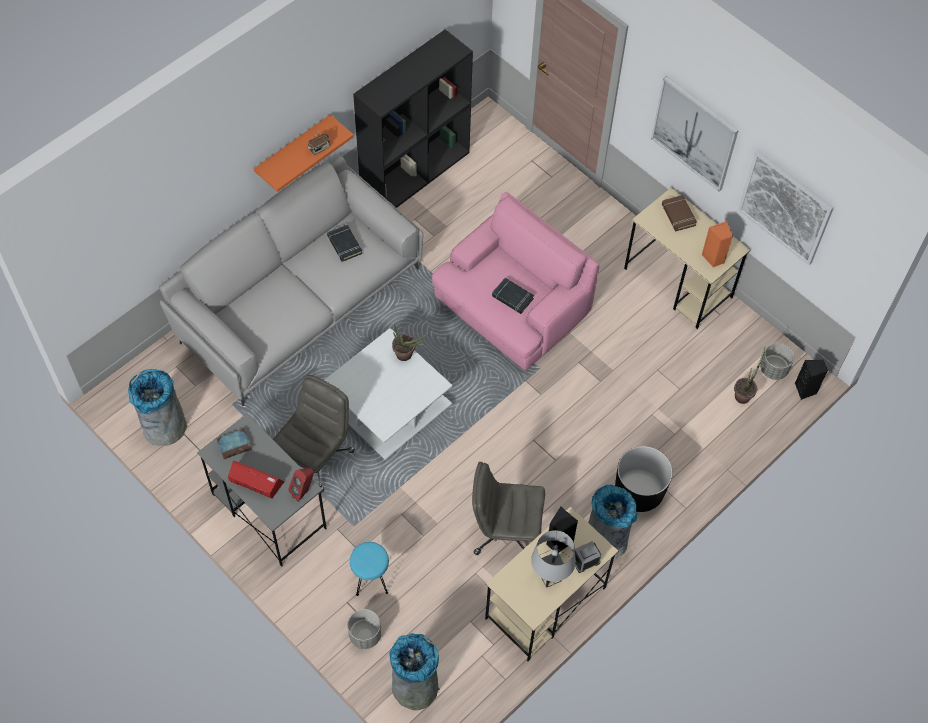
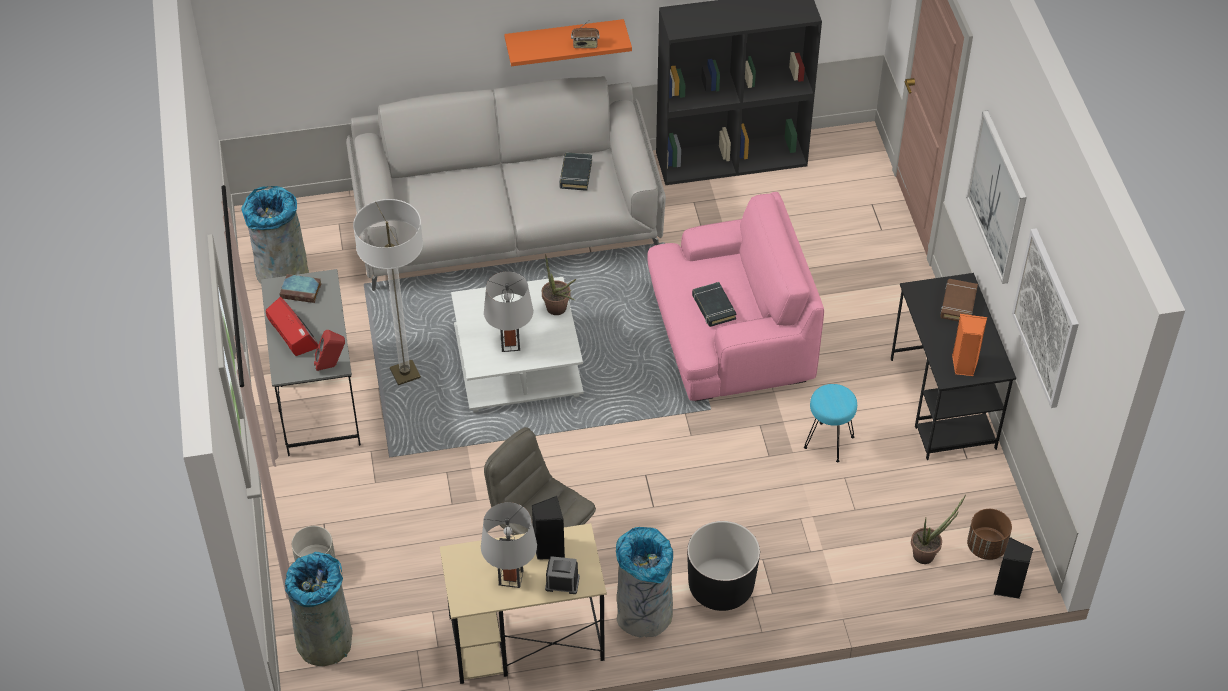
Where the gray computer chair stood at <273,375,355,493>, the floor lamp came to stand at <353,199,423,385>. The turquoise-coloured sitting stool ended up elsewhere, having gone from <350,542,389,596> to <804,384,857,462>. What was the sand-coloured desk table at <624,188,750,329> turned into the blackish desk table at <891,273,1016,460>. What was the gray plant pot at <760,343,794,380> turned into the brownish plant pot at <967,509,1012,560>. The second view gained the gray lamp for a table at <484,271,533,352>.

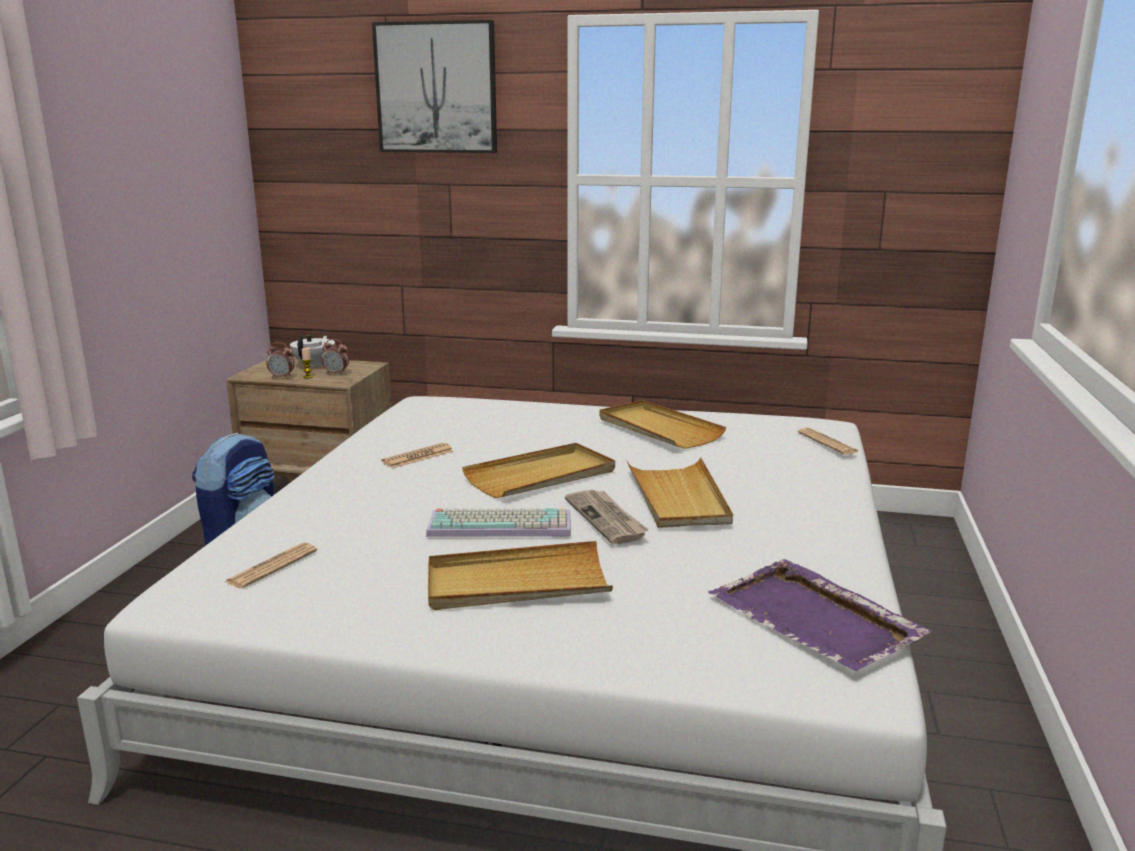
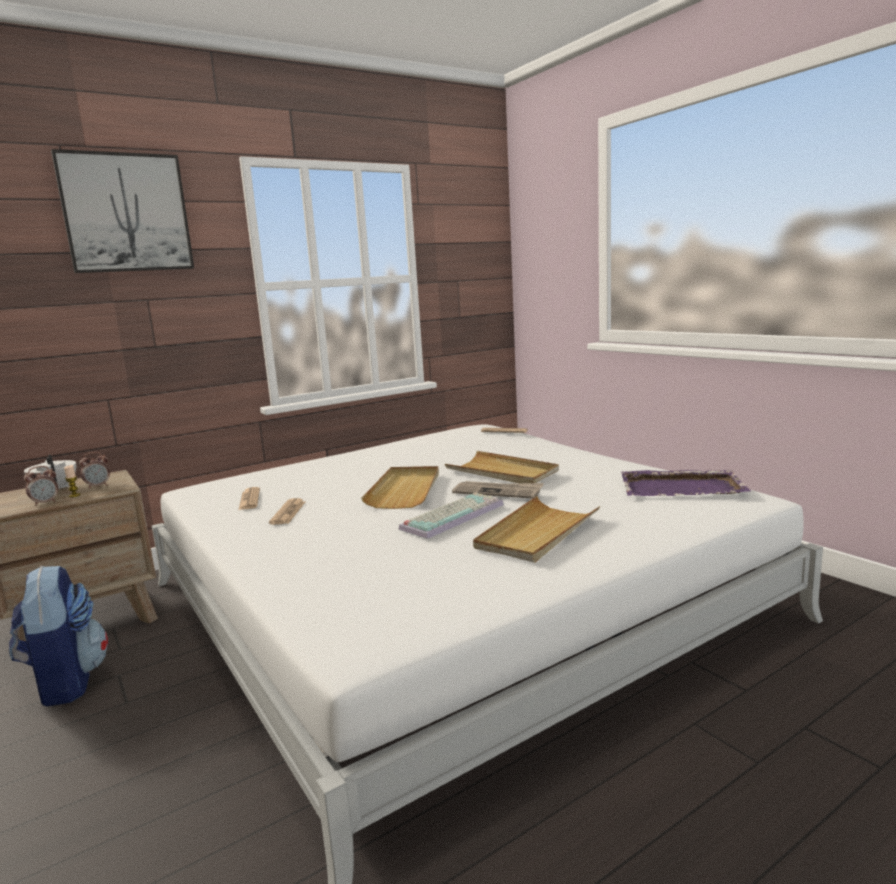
The daily paper ended up elsewhere, having gone from <225,543,317,589> to <238,487,260,510>. The second view lost the sand-coloured tray at <599,400,726,449>.

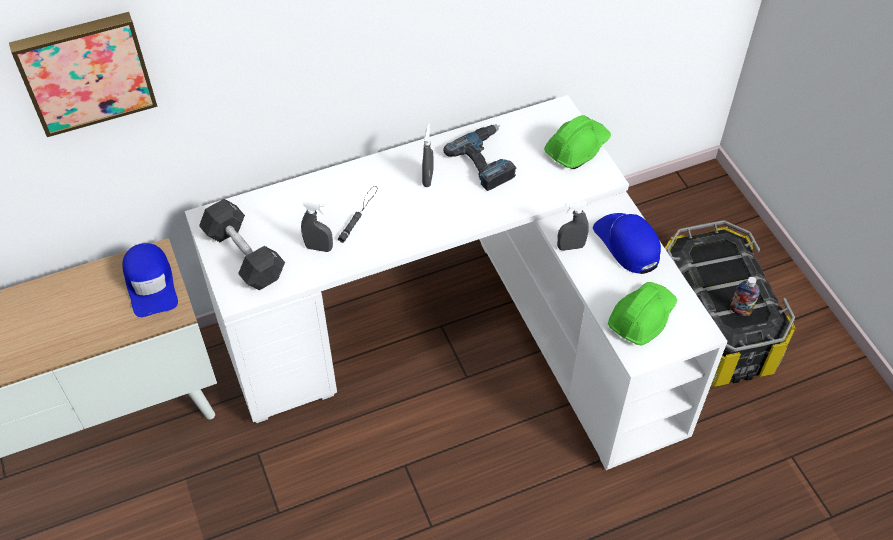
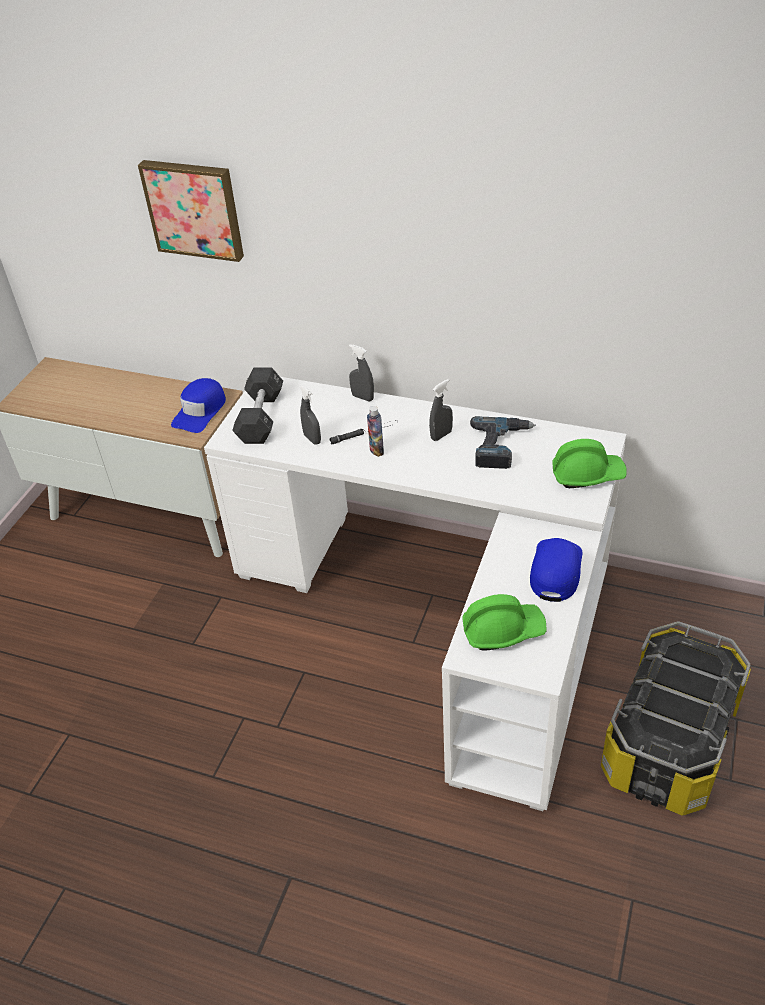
The gray sprayer ended up elsewhere, having gone from <557,201,589,251> to <349,344,374,401>. The bottle ended up elsewhere, having gone from <731,277,759,316> to <367,406,384,457>.

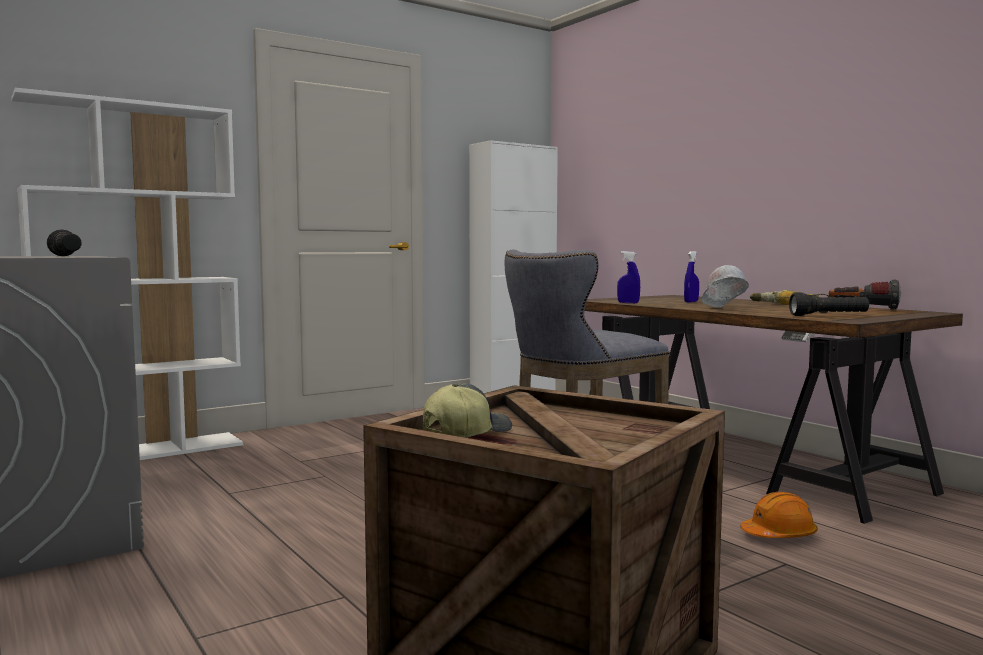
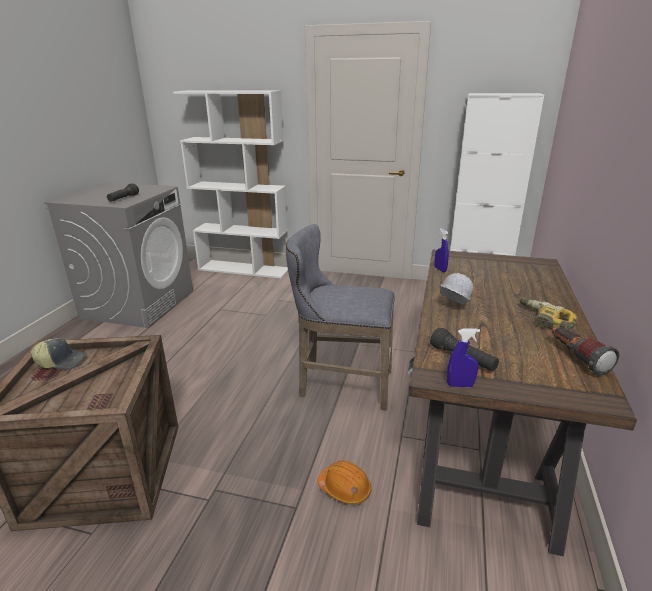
The blue sprayer ended up elsewhere, having gone from <684,251,699,302> to <447,328,480,387>.

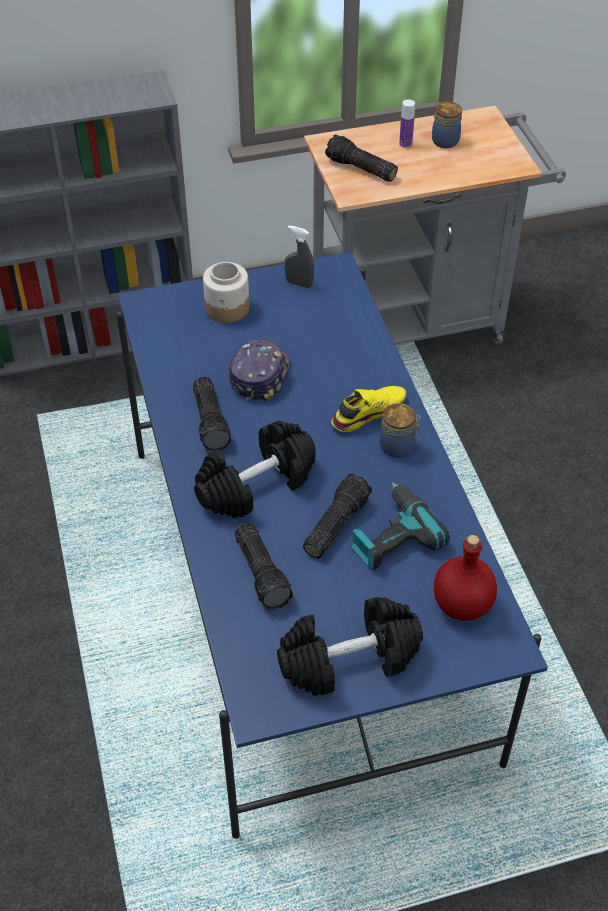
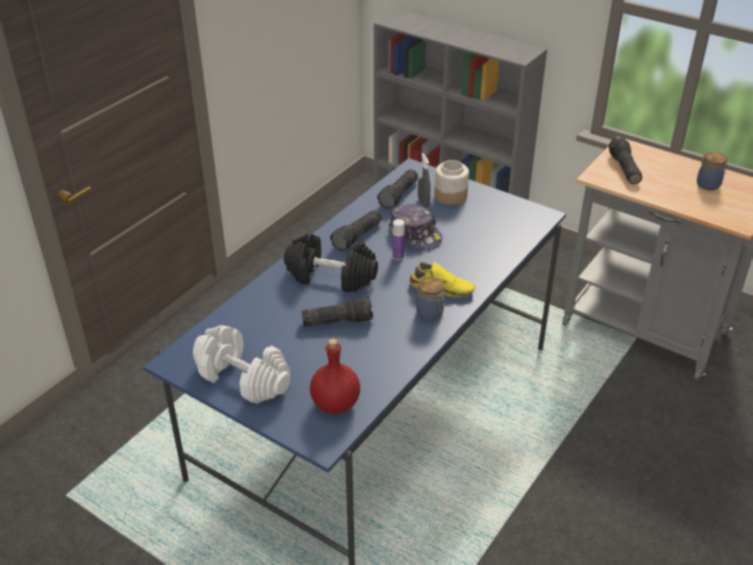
The cap at <228,339,290,402> ended up facing another way, 75 degrees clockwise from before. The hand torch ended up elsewhere, having gone from <235,523,293,610> to <377,169,418,209>. What was the blackish hand weight at <277,597,423,696> turned into the white hand weight at <193,325,290,404>. The gray sprayer ended up elsewhere, having gone from <285,225,314,288> to <418,153,431,208>. The second view lost the power drill at <351,483,450,571>. The bottle ended up elsewhere, having gone from <399,99,415,148> to <392,219,405,261>.

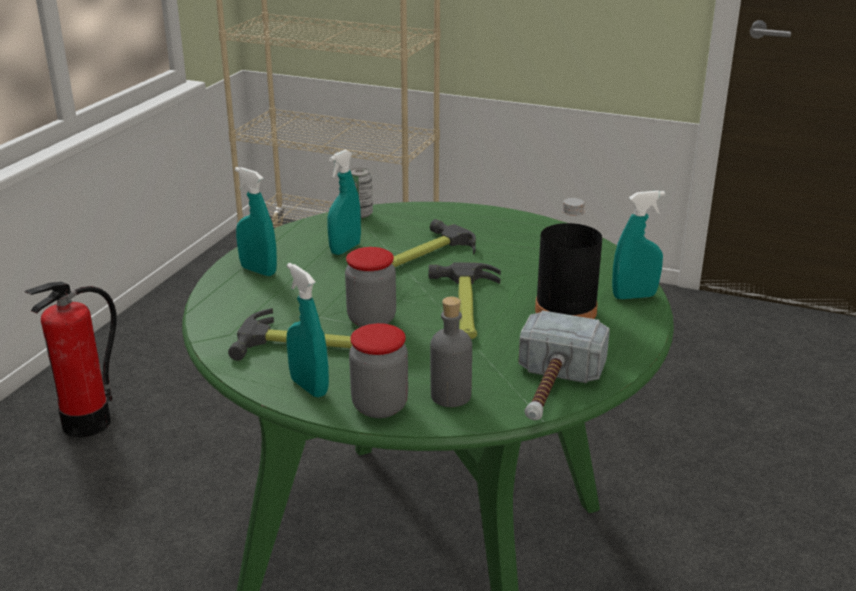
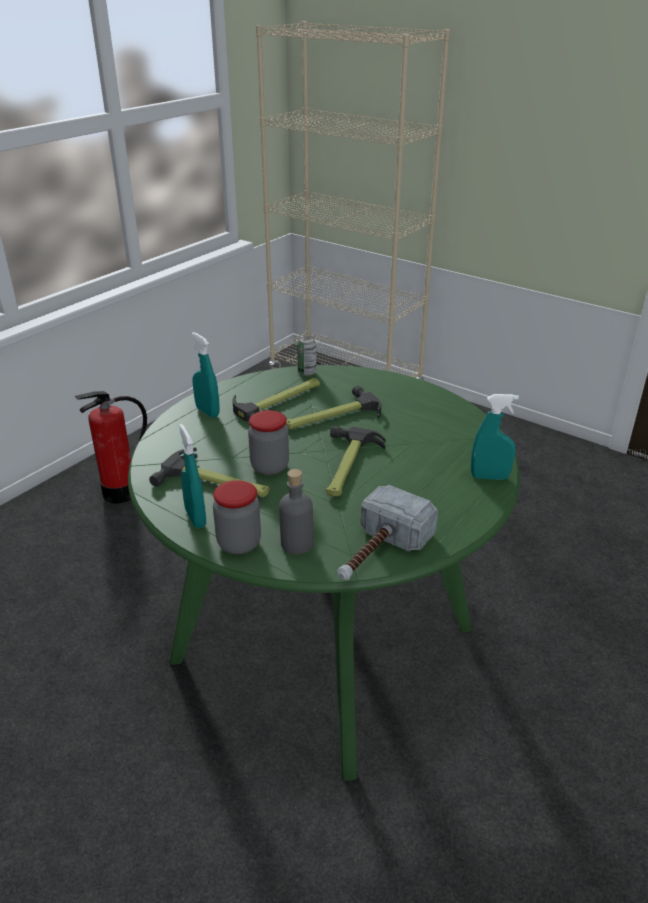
Where the turquoise-coloured sprayer stood at <327,150,361,255>, the tool hammer came to stand at <232,378,320,422>. The second view lost the blackish bottle at <535,198,602,319>.

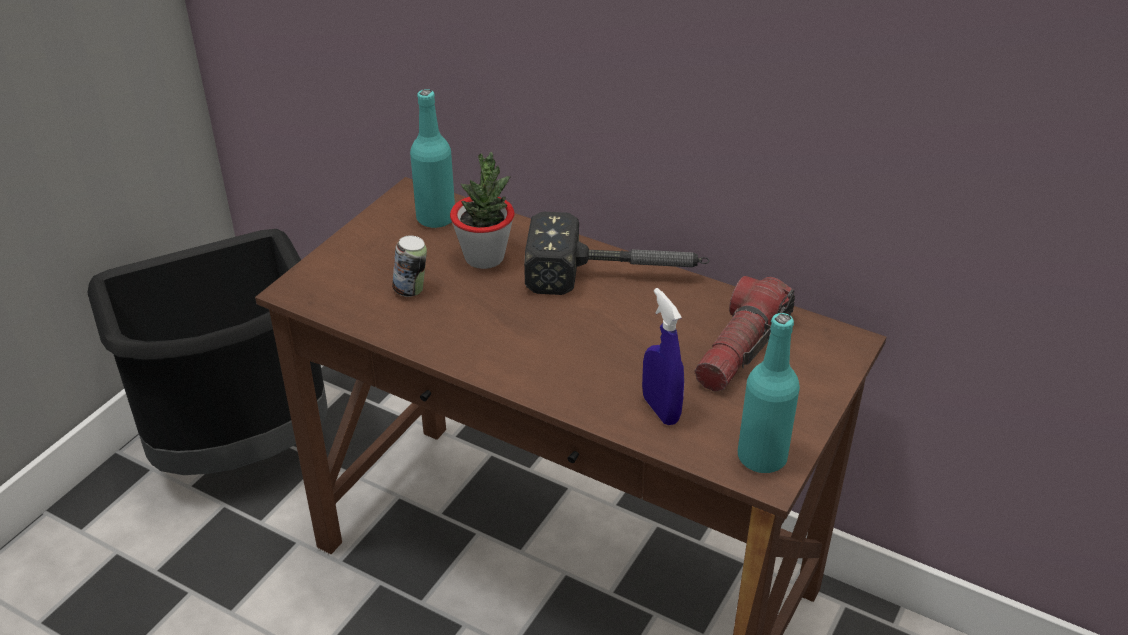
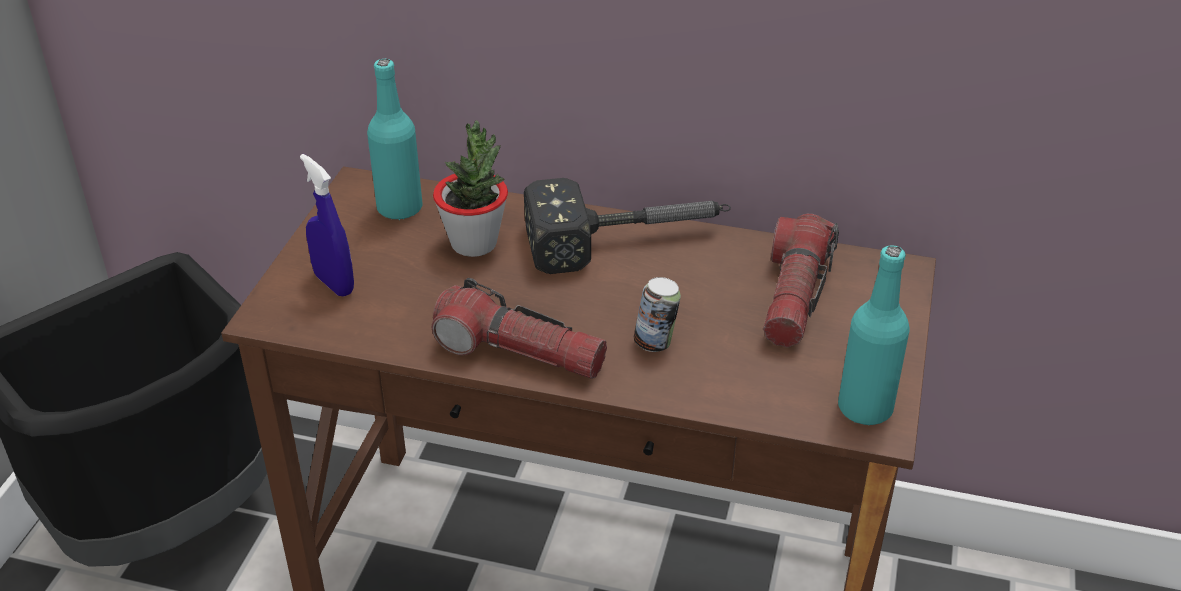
The sealed can ended up elsewhere, having gone from <392,235,427,297> to <634,277,681,352>. The blue sprayer ended up elsewhere, having gone from <642,288,684,425> to <300,154,354,297>. The second view gained the hand torch at <432,278,607,379>.

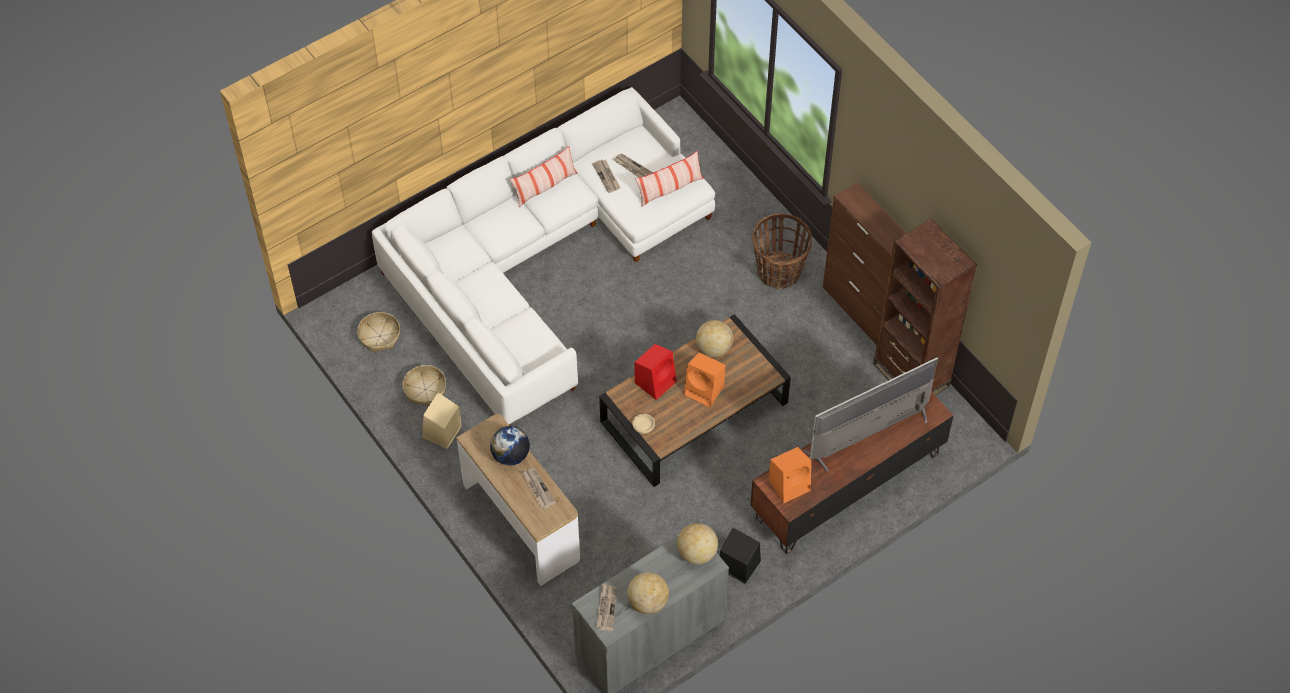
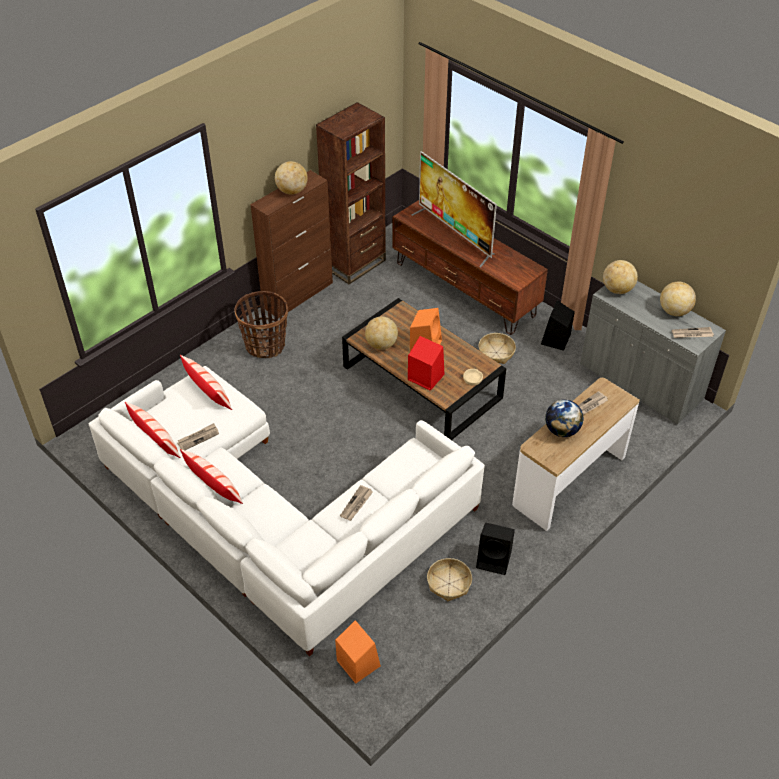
The household basket ended up elsewhere, having gone from <357,312,400,352> to <479,333,516,364>. What was the sand-coloured speaker at <422,392,462,449> turned into the blackish speaker at <476,523,515,575>. The daily paper ended up elsewhere, having gone from <613,154,653,178> to <340,485,373,521>. The orangey speaker ended up elsewhere, having gone from <769,447,811,503> to <335,620,381,684>. The second view gained the cushion at <125,402,181,458>. The second view gained the world globe at <275,161,308,195>.

